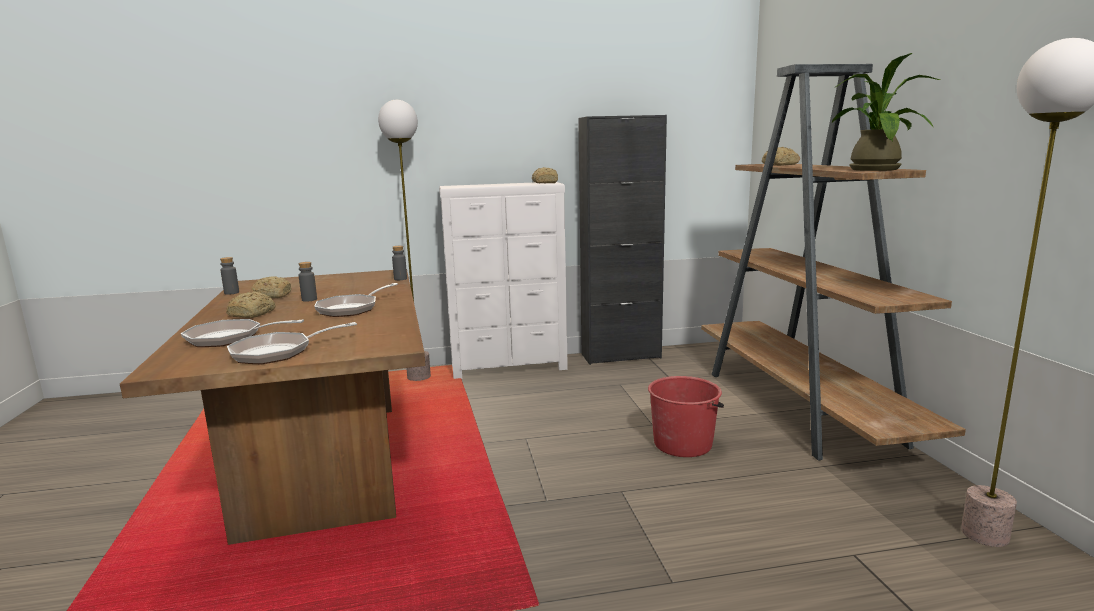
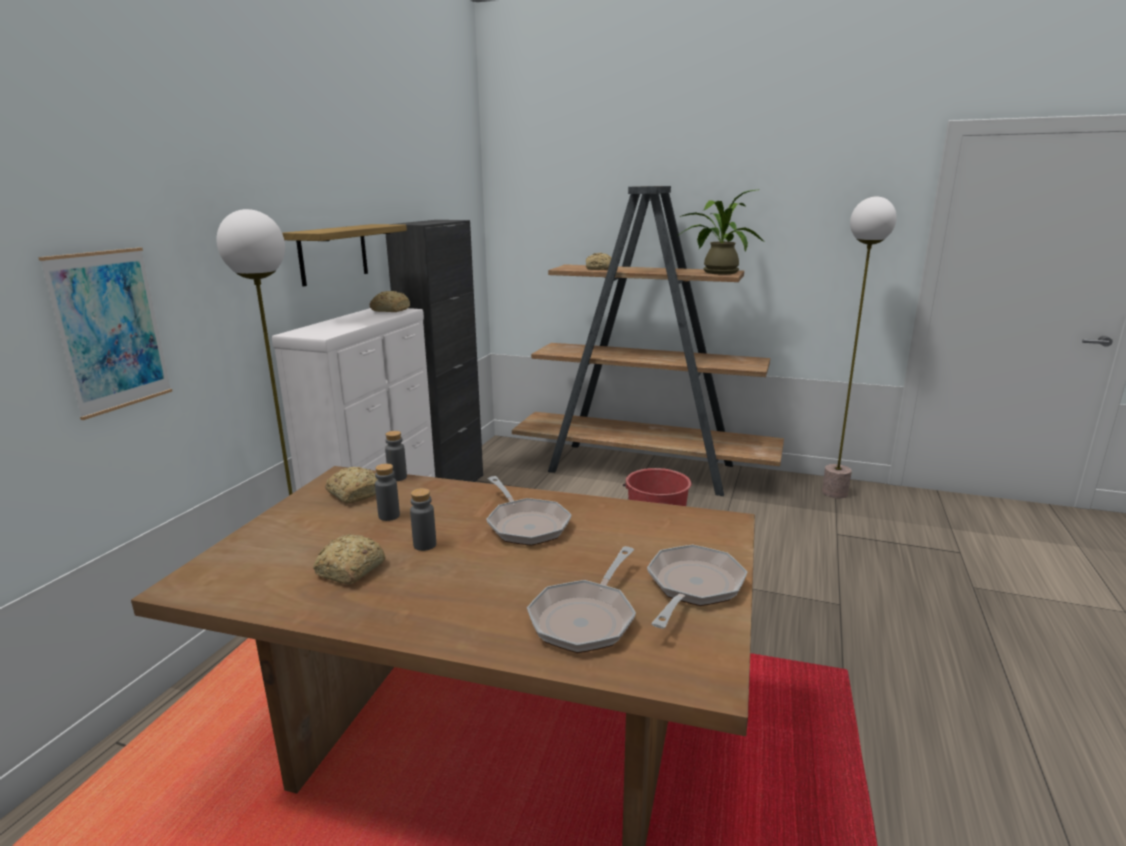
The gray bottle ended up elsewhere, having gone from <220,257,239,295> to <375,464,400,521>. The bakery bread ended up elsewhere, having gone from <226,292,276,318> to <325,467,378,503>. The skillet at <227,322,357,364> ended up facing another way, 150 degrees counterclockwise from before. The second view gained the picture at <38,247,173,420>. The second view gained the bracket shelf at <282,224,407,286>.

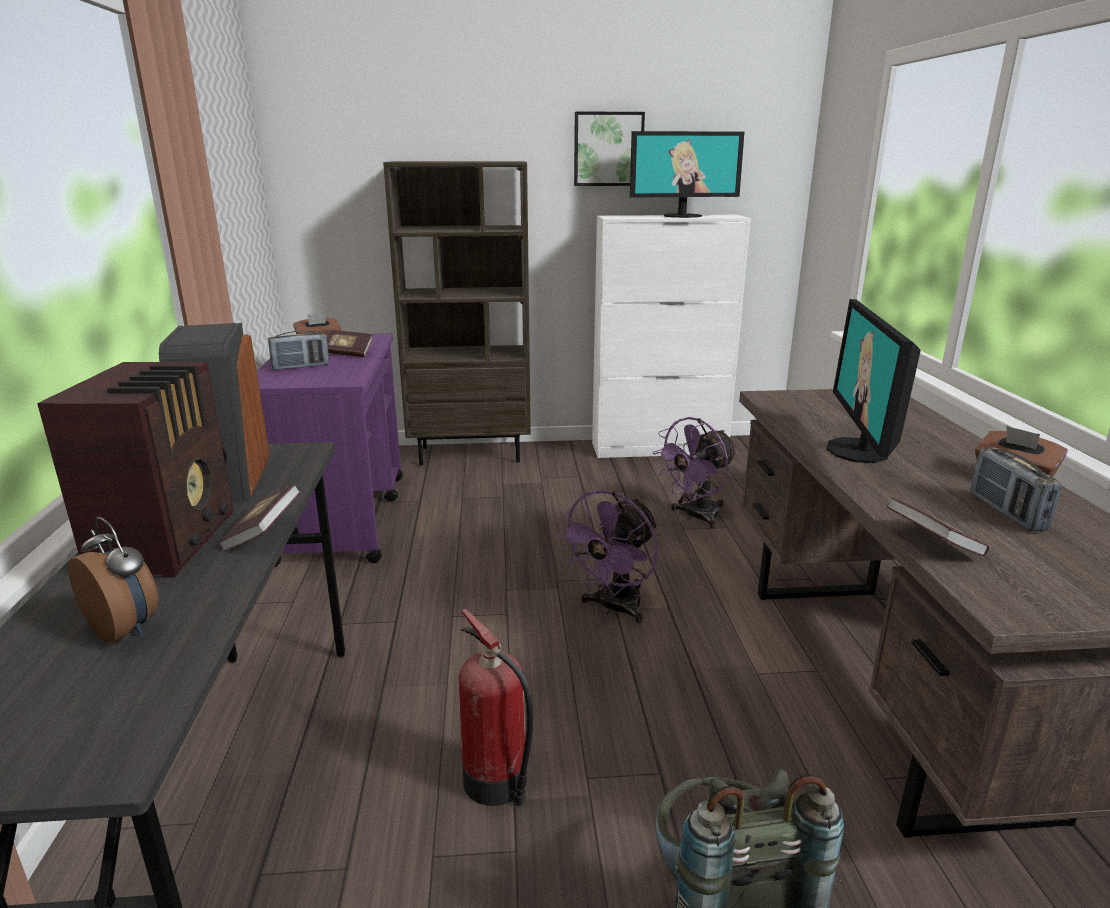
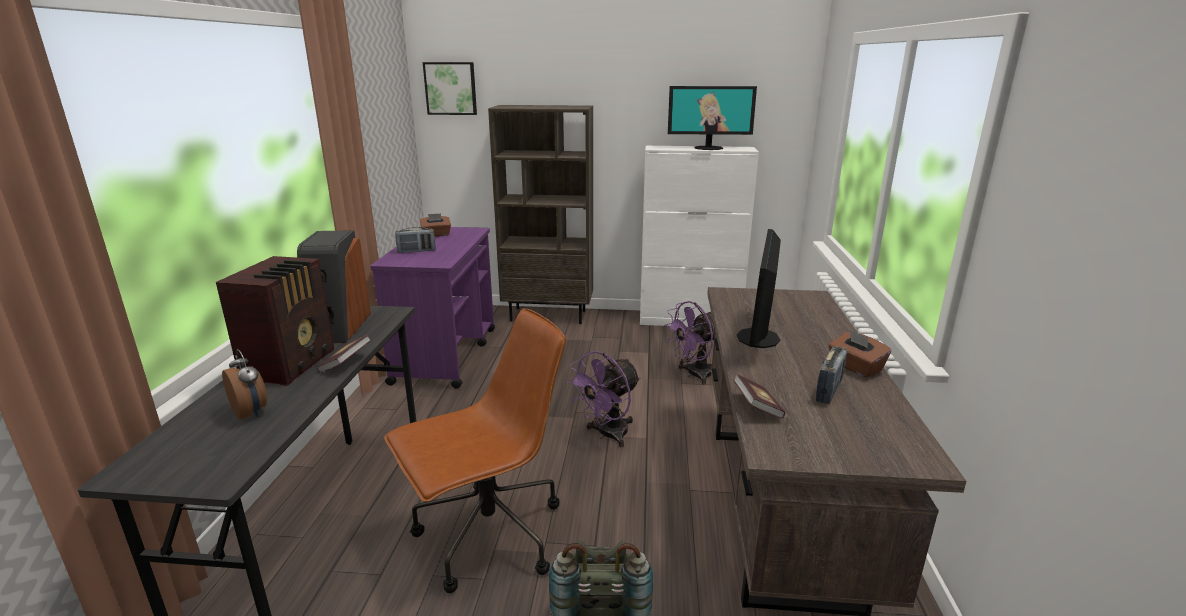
The second view lost the book at <327,330,373,357>. Where the extinguisher stood at <458,609,533,806>, the brownish computer chair came to stand at <384,308,566,593>. The picture ended up elsewhere, having gone from <574,112,645,186> to <423,62,477,115>. The radio at <970,447,1062,531> ended up facing another way, 150 degrees counterclockwise from before.

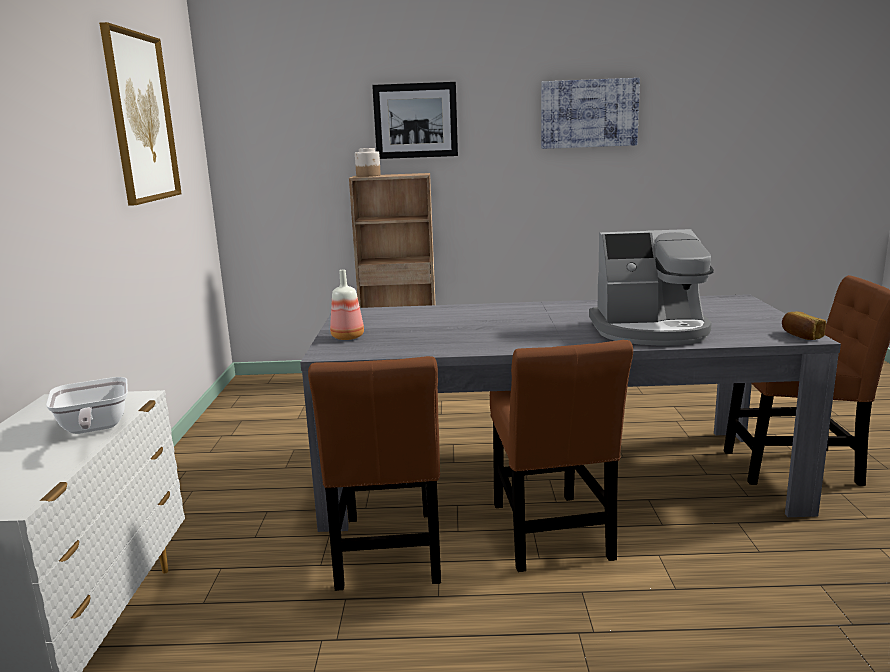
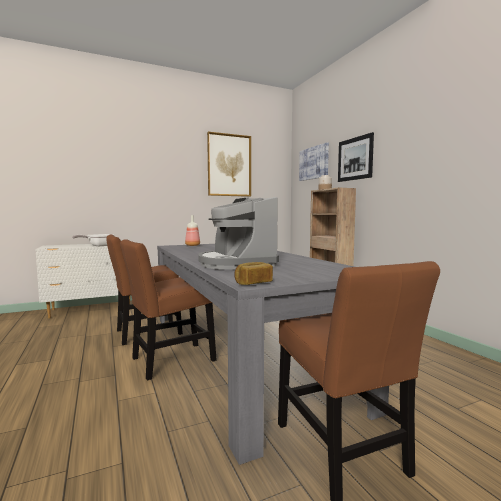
The picture ended up elsewhere, having gone from <541,78,640,149> to <299,142,329,181>.

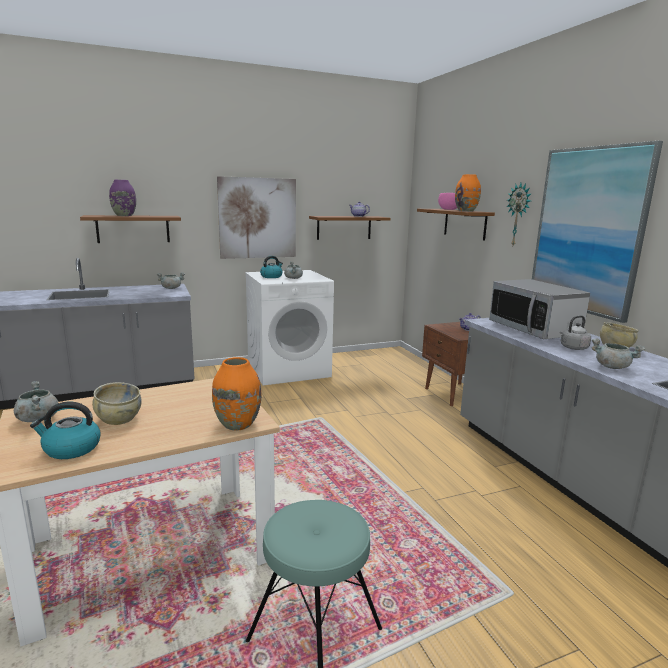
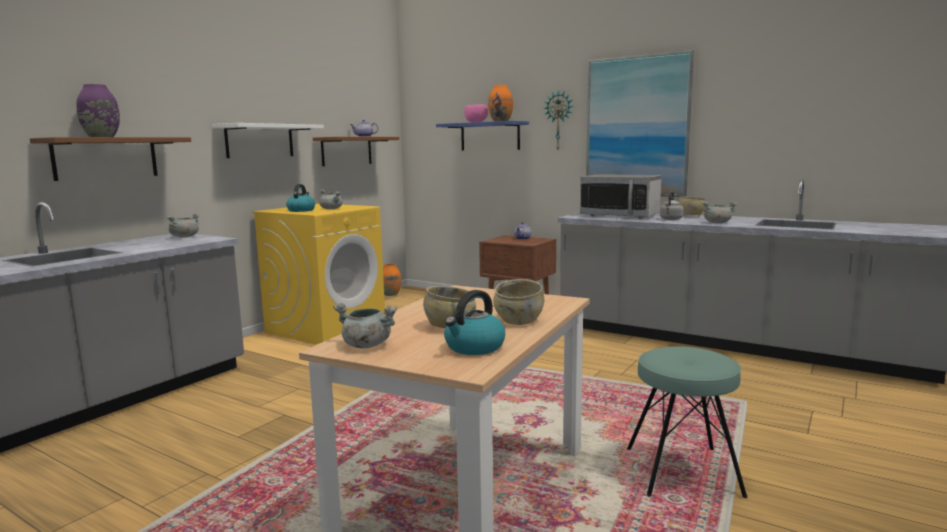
The orangey vase ended up elsewhere, having gone from <212,357,261,431> to <383,264,401,296>. Where the picture hung at <217,176,296,259>, the white bracket shelf came to hang at <212,123,324,158>. What was the white washing machine at <245,270,334,385> turned into the yellow-coloured washing machine at <252,204,385,345>. What was the brownish bracket shelf at <417,209,495,240> turned into the blue bracket shelf at <436,121,529,151>. The second view gained the sand-coloured deep dish at <493,279,544,325>.

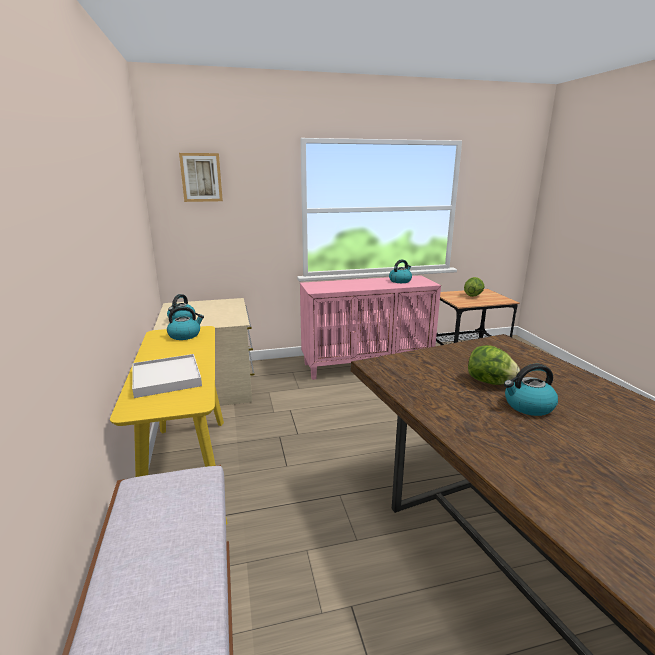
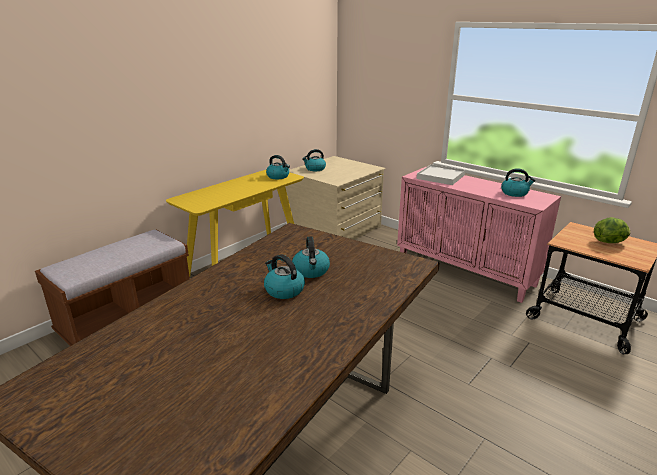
The white tray ended up elsewhere, having gone from <132,354,202,398> to <417,164,465,185>. The second view lost the picture at <179,153,223,202>. Where the head of lettuce stood at <468,345,520,385>, the kettle came to stand at <292,236,330,278>.

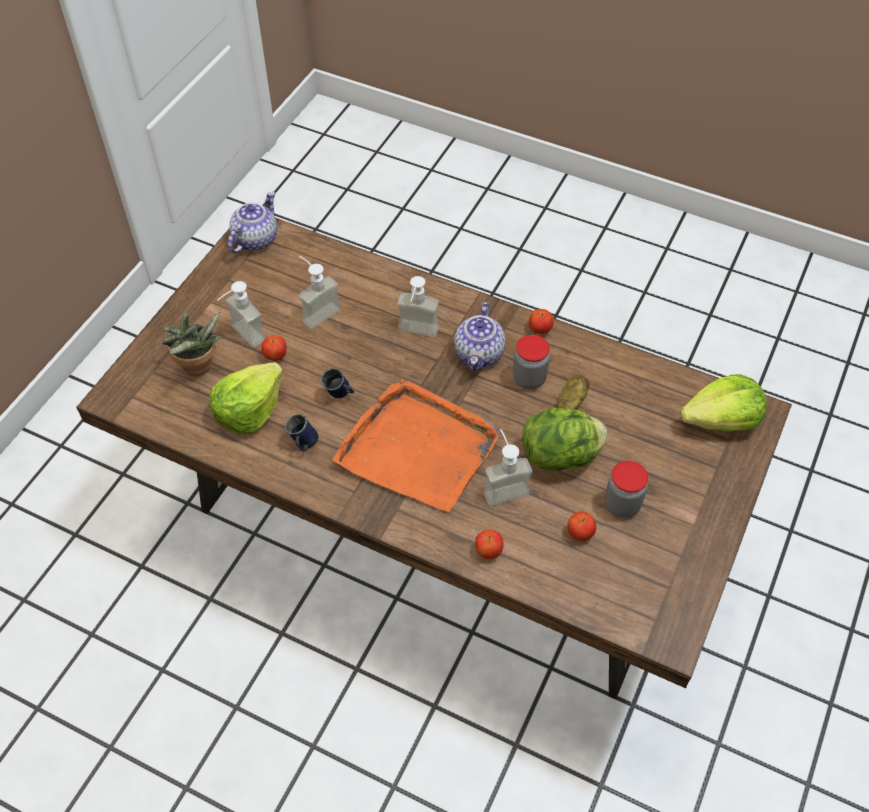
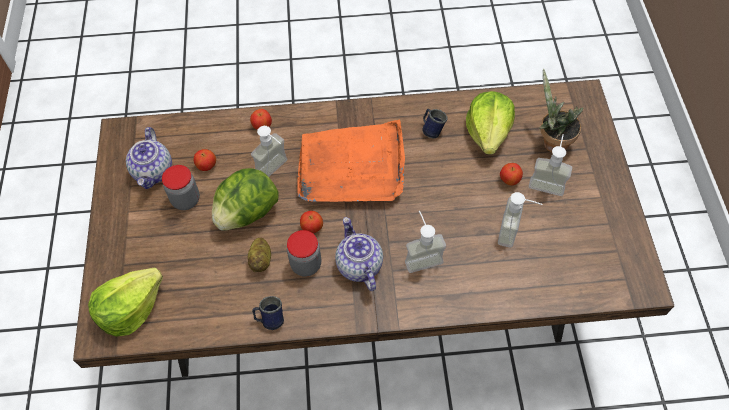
The pot for tea ended up elsewhere, having gone from <228,192,277,253> to <126,127,172,189>. The blue tea mug ended up elsewhere, having gone from <321,368,354,398> to <252,296,284,330>. The whole apple ended up elsewhere, having gone from <529,309,554,334> to <300,211,323,233>.

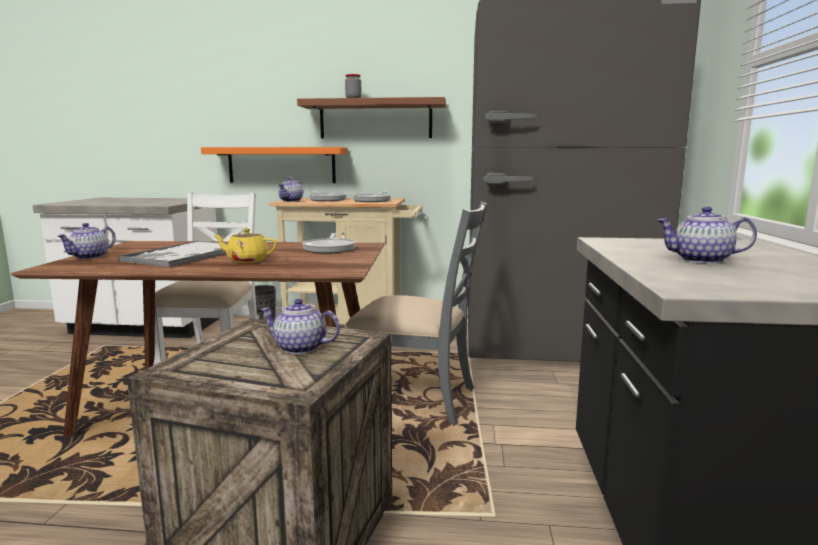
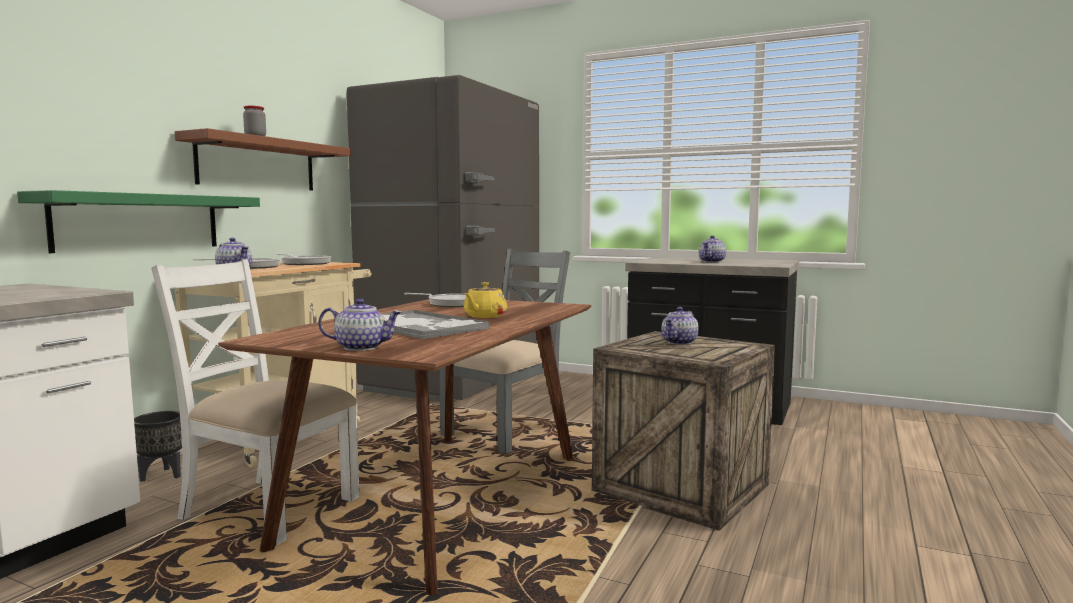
The pot for tea at <57,223,116,259> ended up facing another way, 45 degrees counterclockwise from before. What was the orangey bracket shelf at <201,147,348,183> turned into the green bracket shelf at <17,190,260,253>.

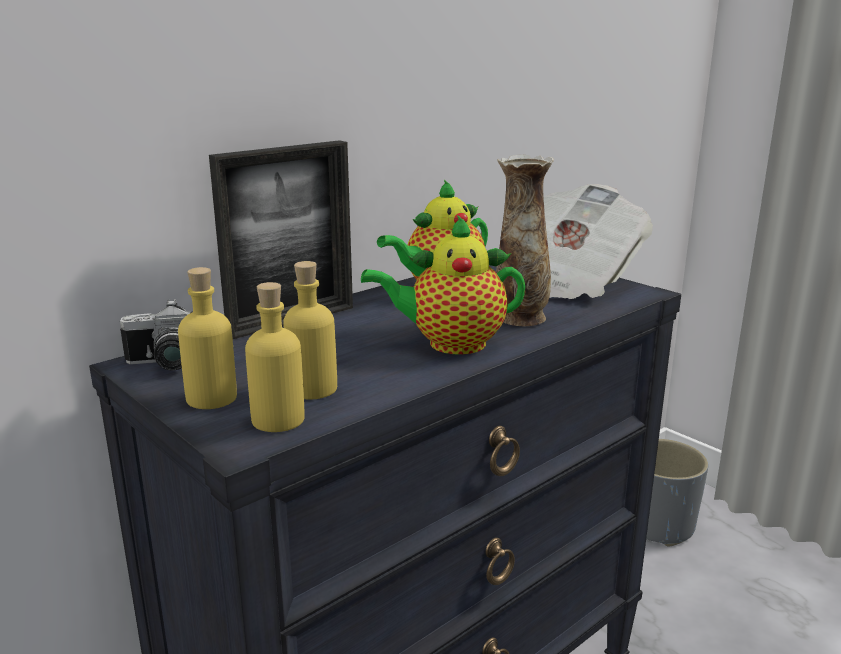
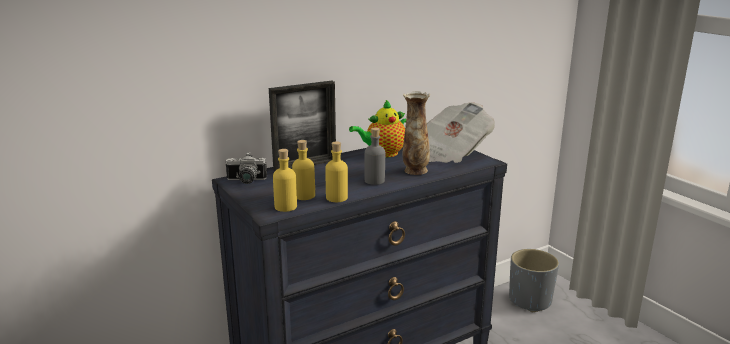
The yellow-coloured bottle ended up elsewhere, having gone from <178,267,237,409> to <325,141,348,202>. Where the pot for tea stood at <361,215,525,355>, the gray bottle came to stand at <364,128,385,185>.

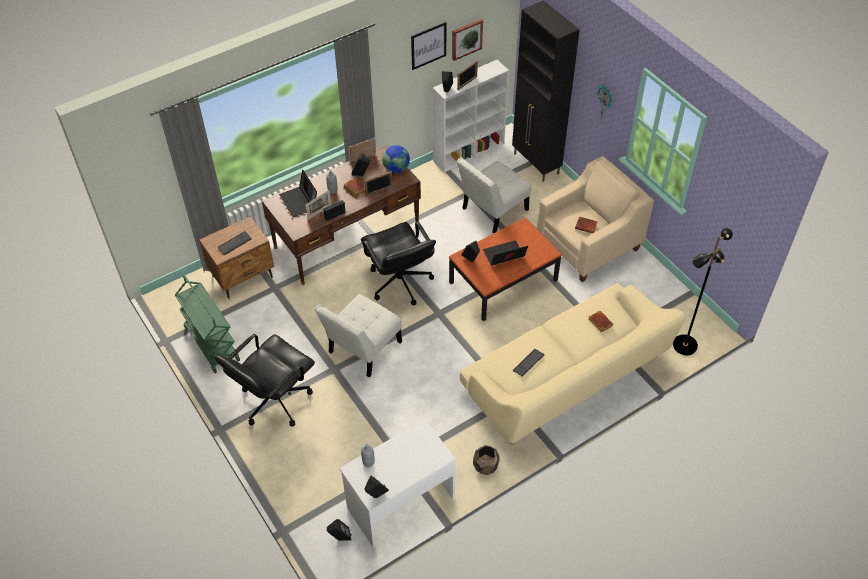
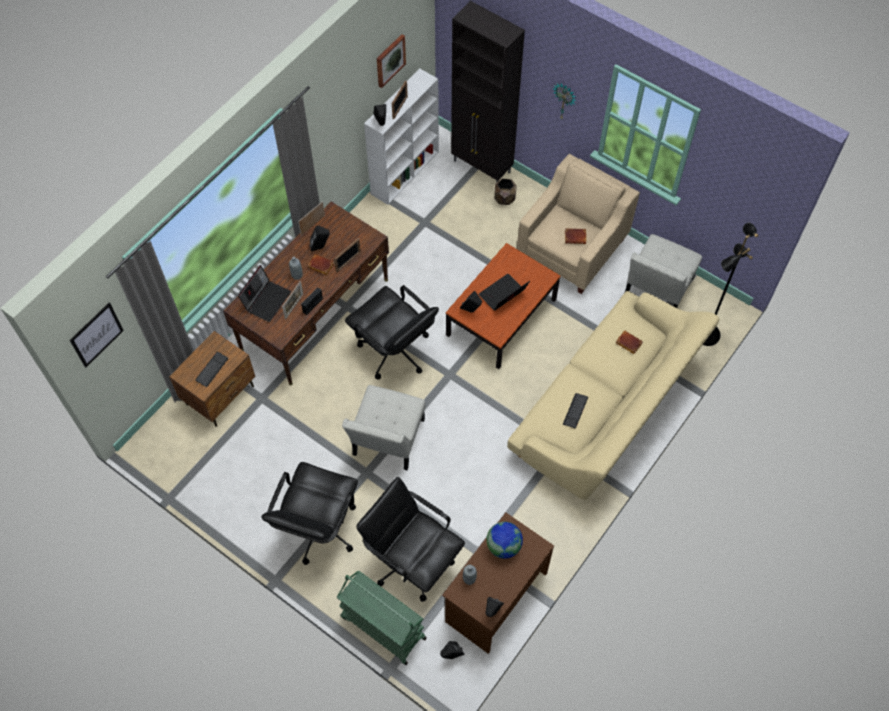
The green trolley ended up elsewhere, having gone from <175,275,240,373> to <337,570,427,665>. The laptop at <279,169,317,217> ended up facing another way, 105 degrees counterclockwise from before. What was the white desk table at <339,419,456,548> turned into the brownish desk table at <442,513,554,654>. The world globe ended up elsewhere, having gone from <382,145,410,173> to <486,522,523,559>. The picture ended up elsewhere, having gone from <411,22,446,70> to <70,303,124,367>. The white upright chair ended up elsewhere, having gone from <457,157,531,233> to <625,234,702,308>. The brownish plant pot ended up elsewhere, having gone from <473,445,500,475> to <494,179,516,205>. The second view gained the blackish computer chair at <356,477,465,602>.

